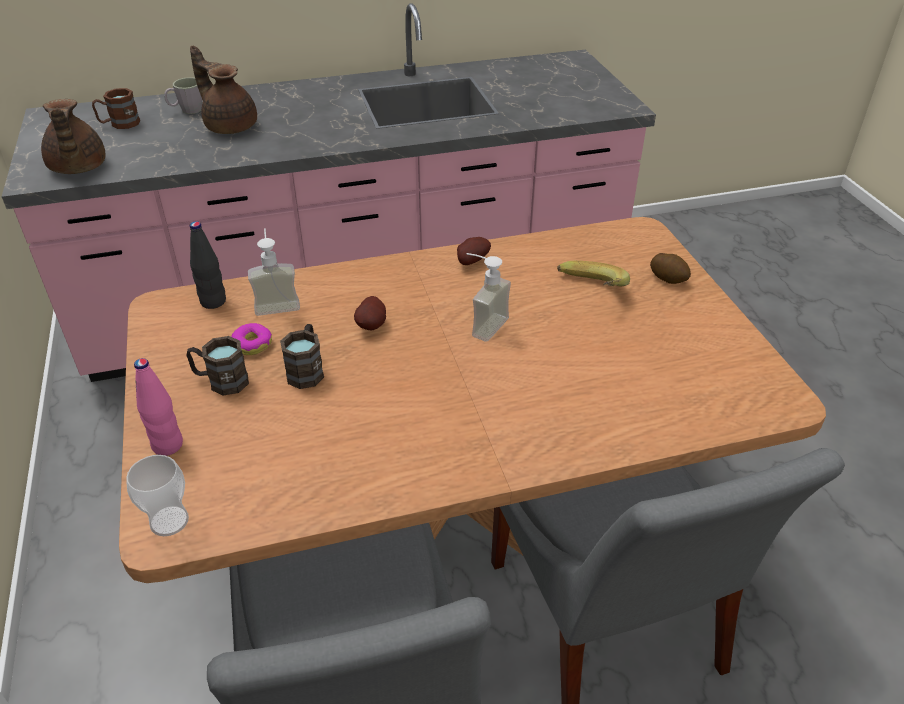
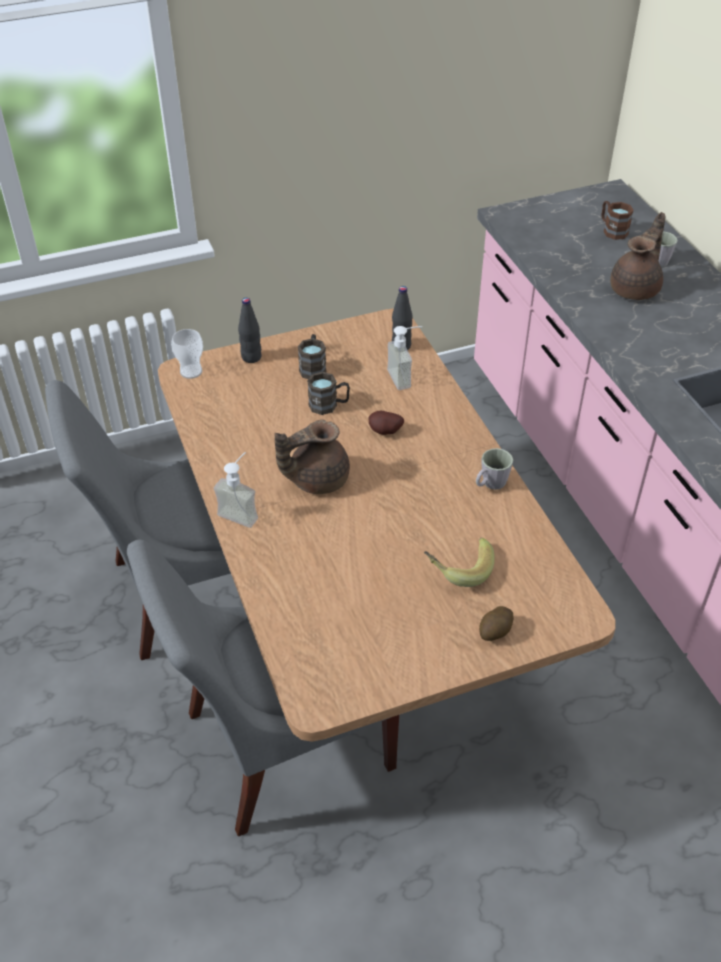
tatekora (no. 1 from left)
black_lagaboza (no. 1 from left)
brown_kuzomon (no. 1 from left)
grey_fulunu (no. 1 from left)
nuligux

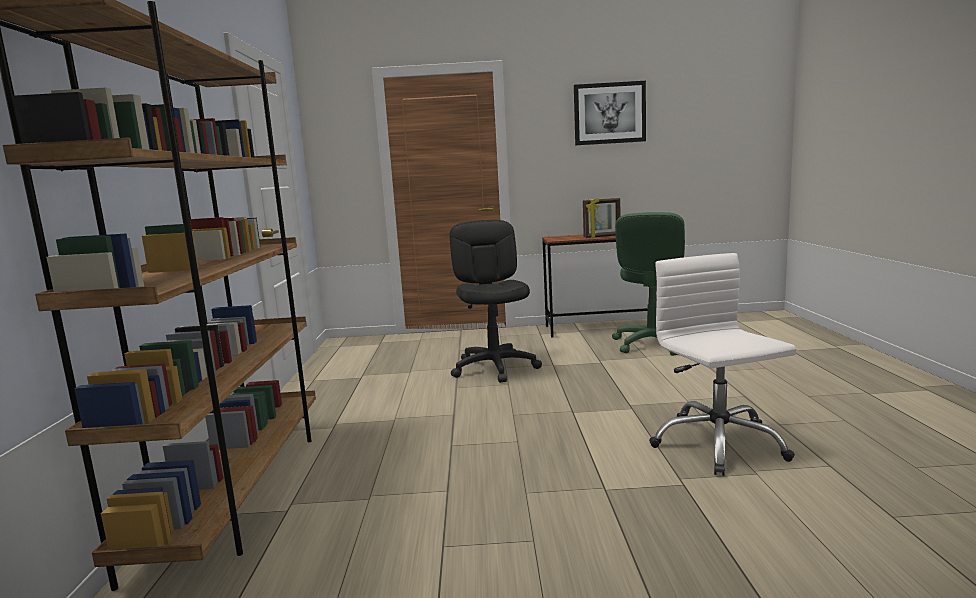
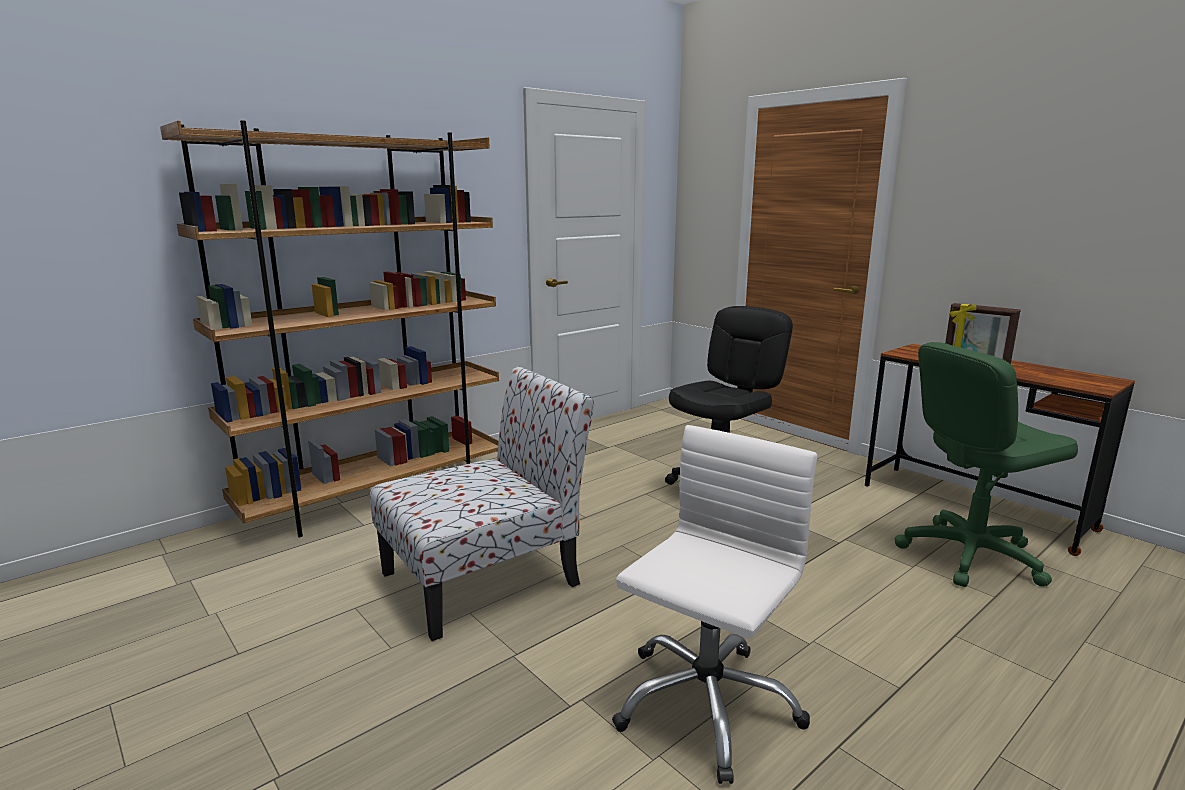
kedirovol
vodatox

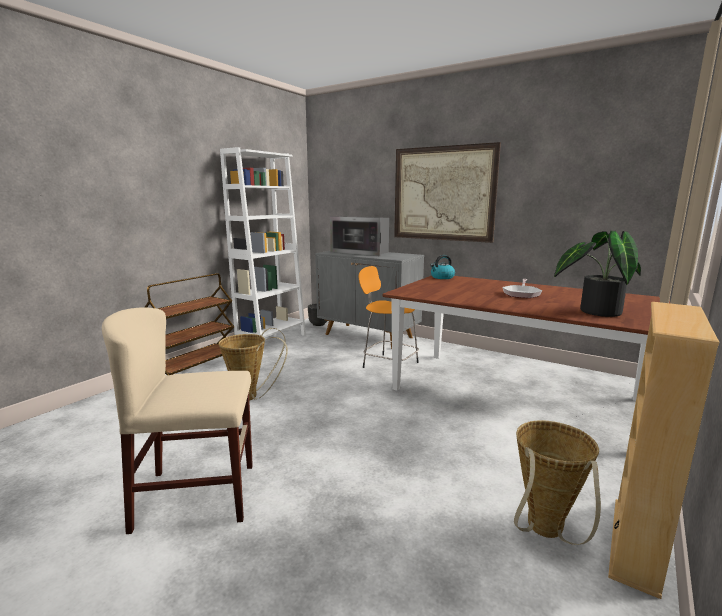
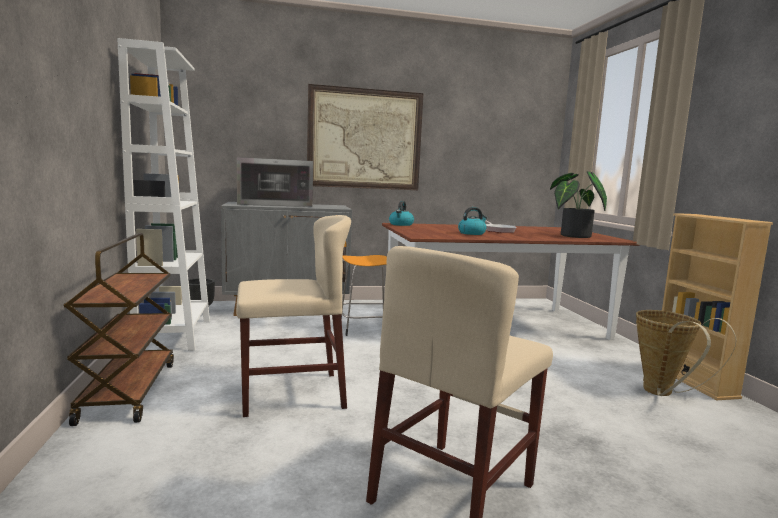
beige_kedirovol (no. 1 from left)
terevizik (no. 2 from left)

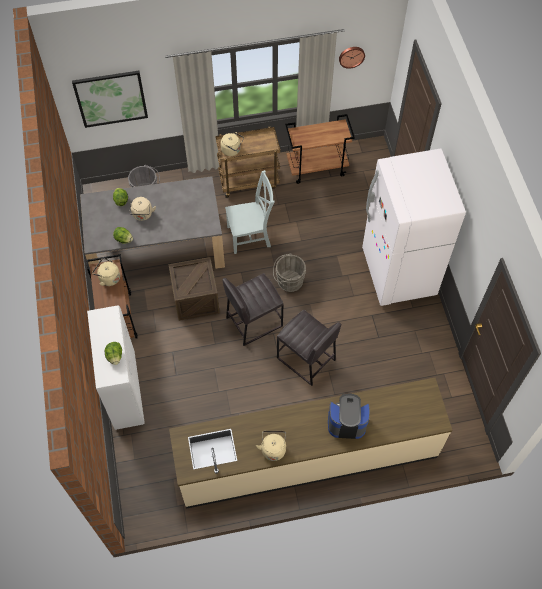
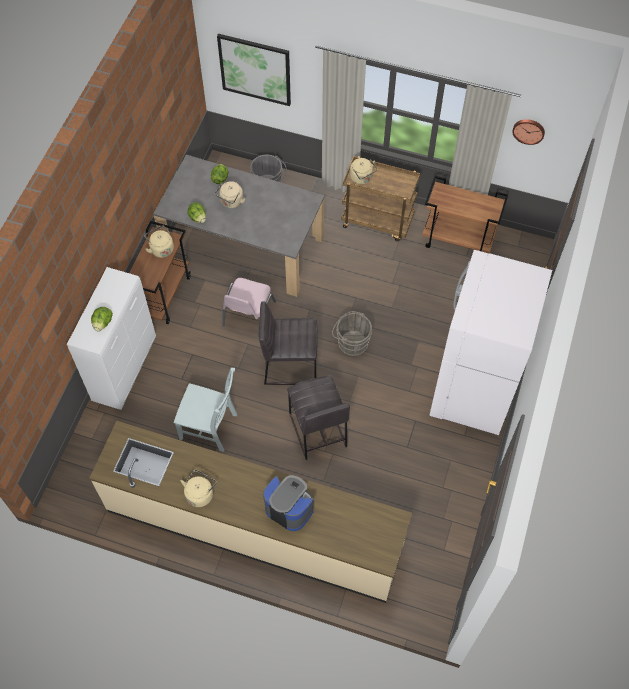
grey_kedirovol
pink_kedirovol

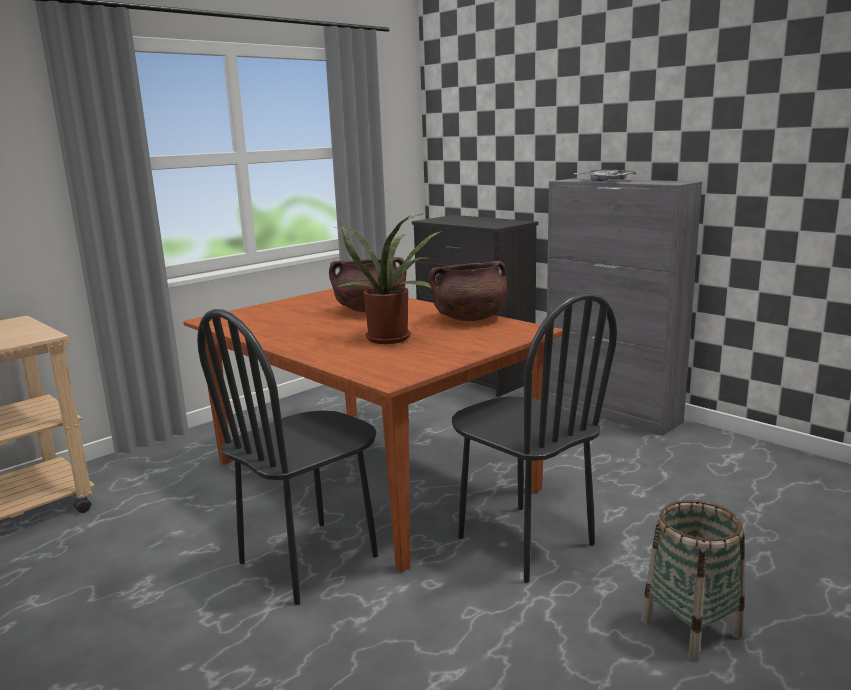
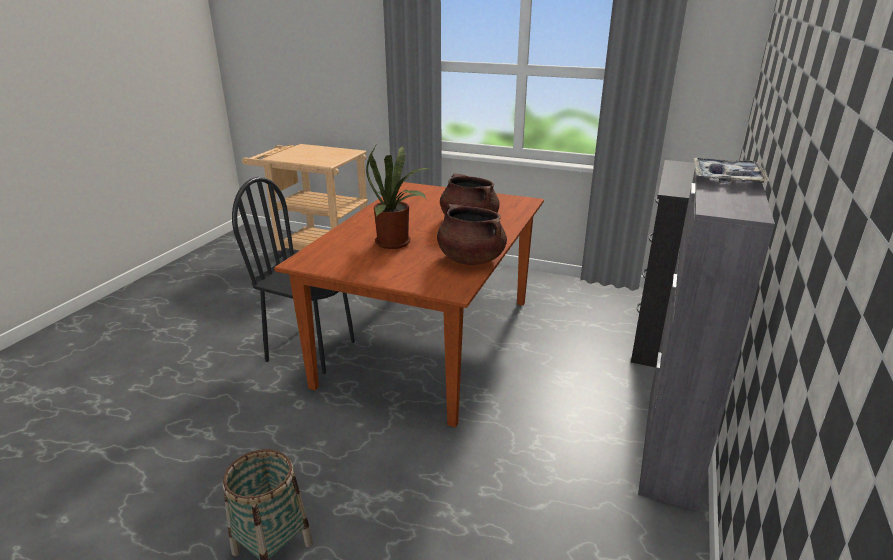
black_kedirovol (no. 2 from left in the first image)

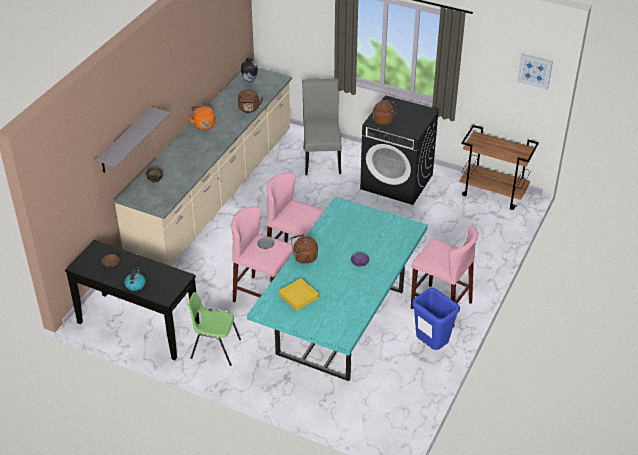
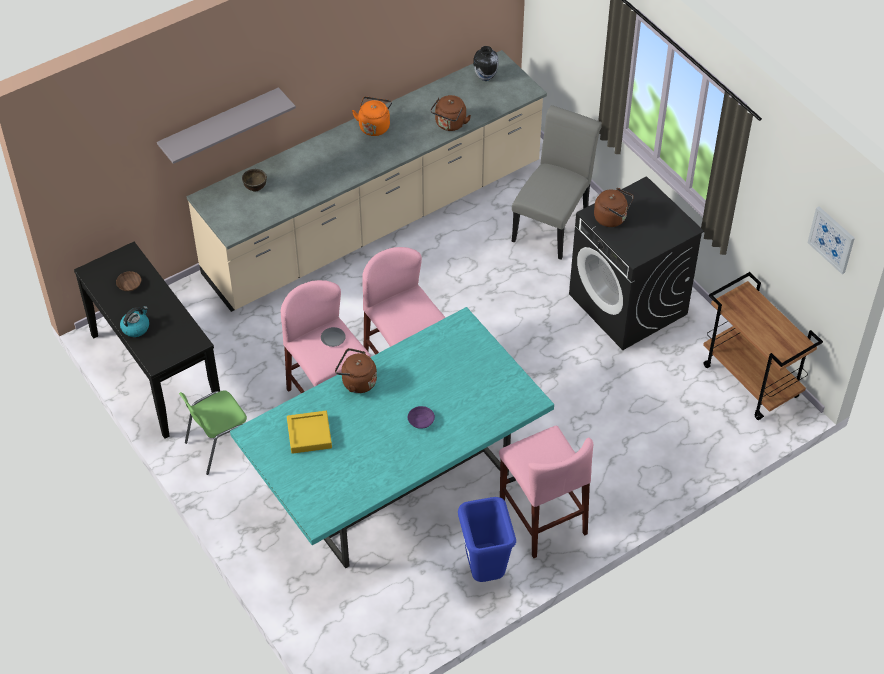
green_kedirovol

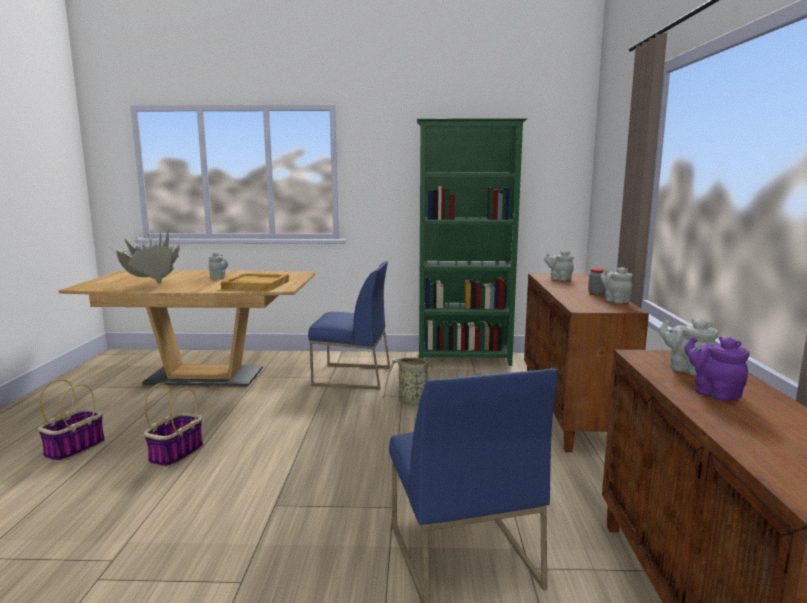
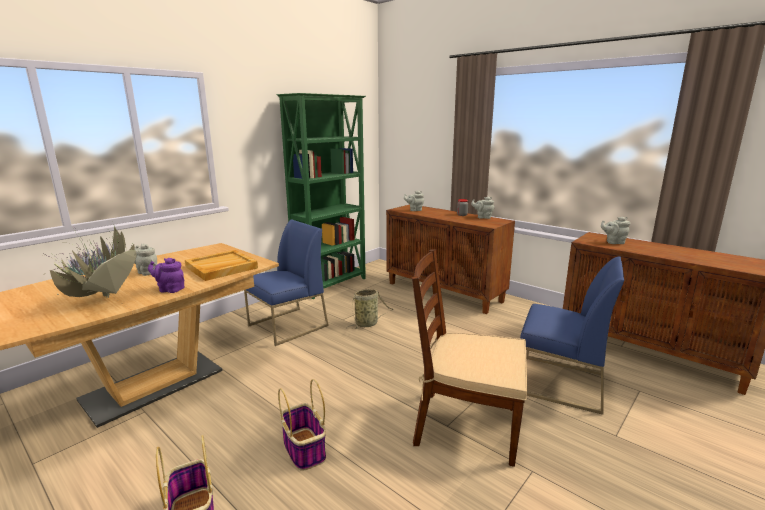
purple_kuzomon
brown_kedirovol

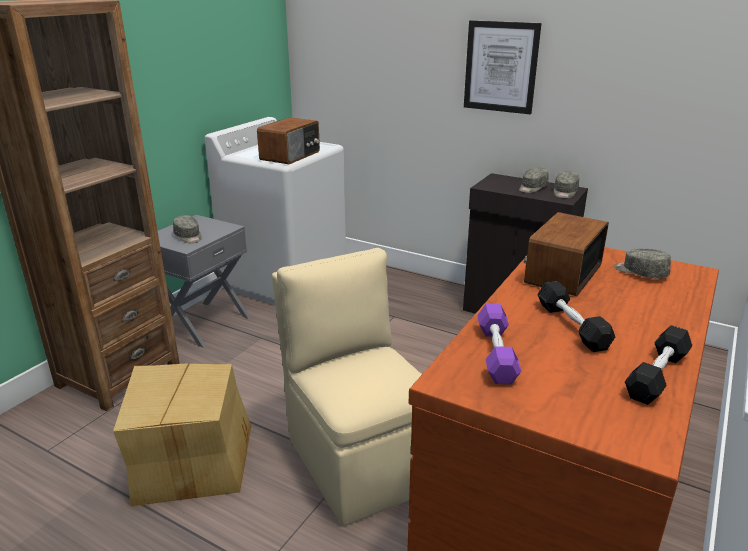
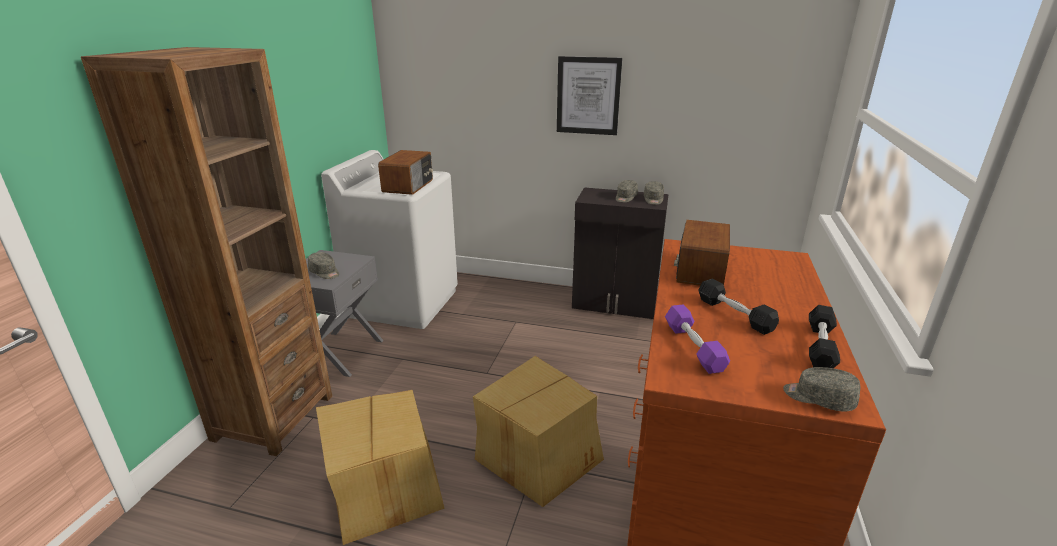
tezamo (no. 2 from left)
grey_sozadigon (no. 4 from left)

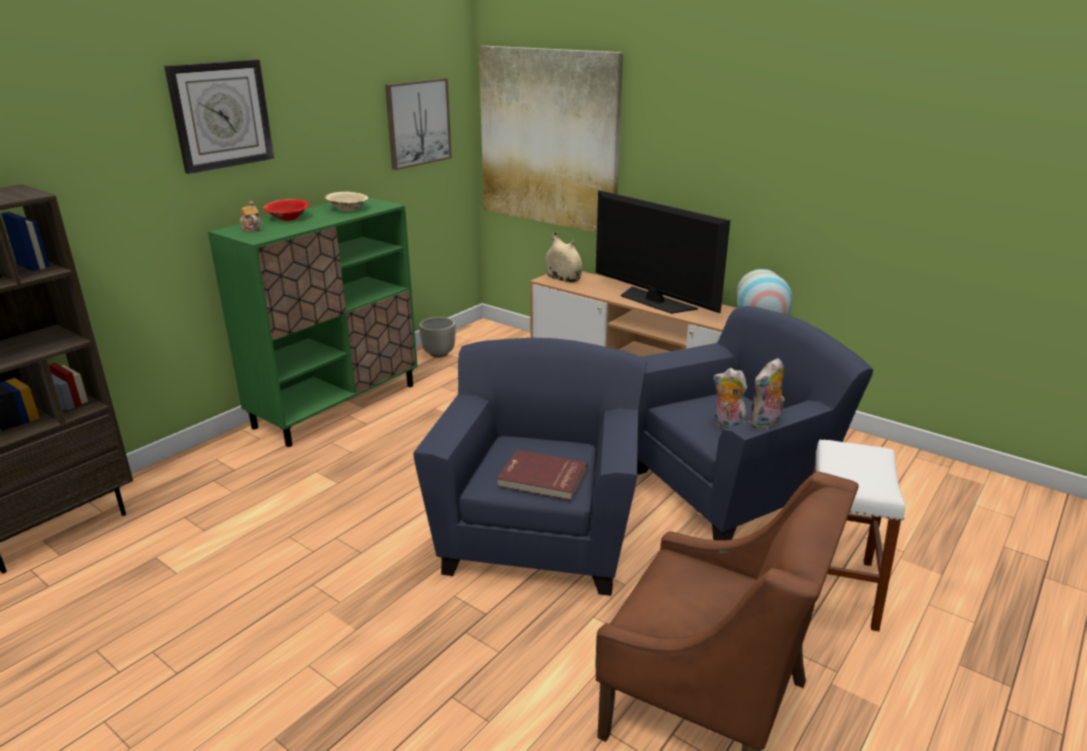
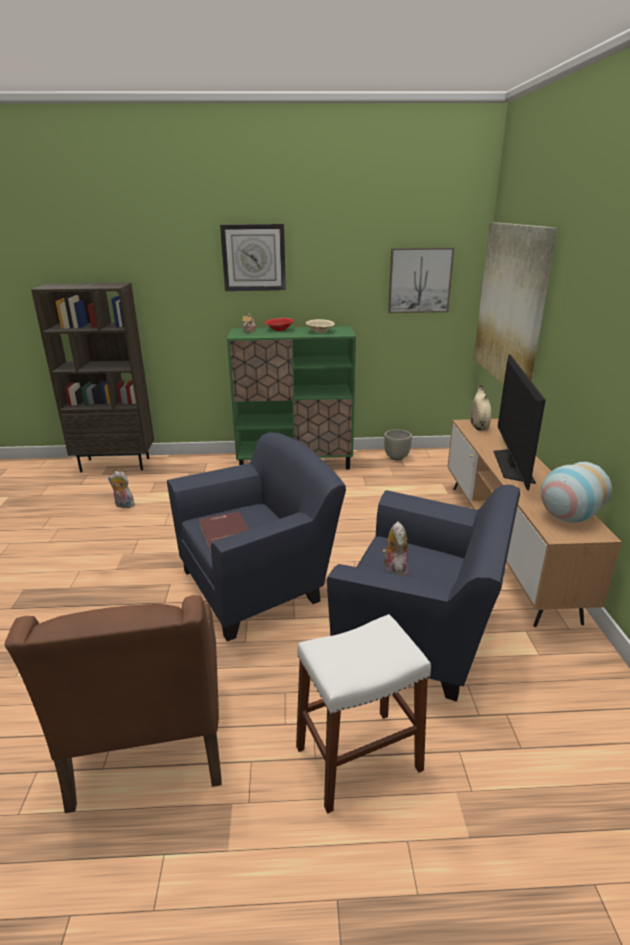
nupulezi (no. 1 from left)

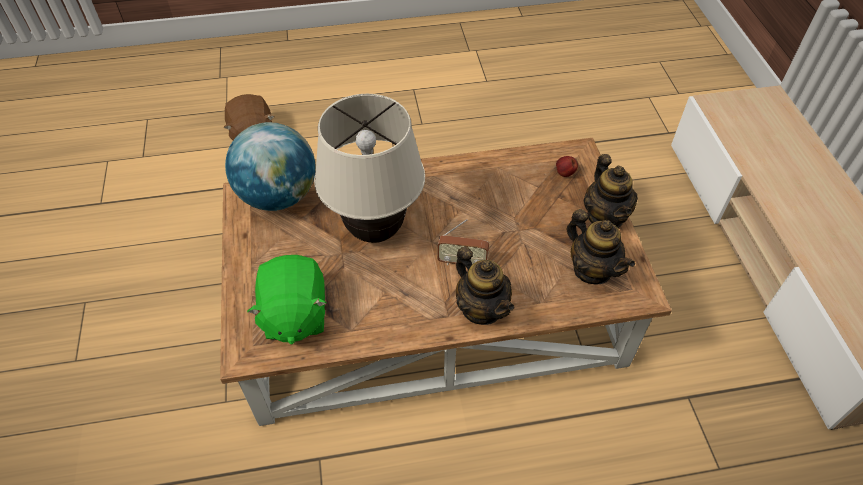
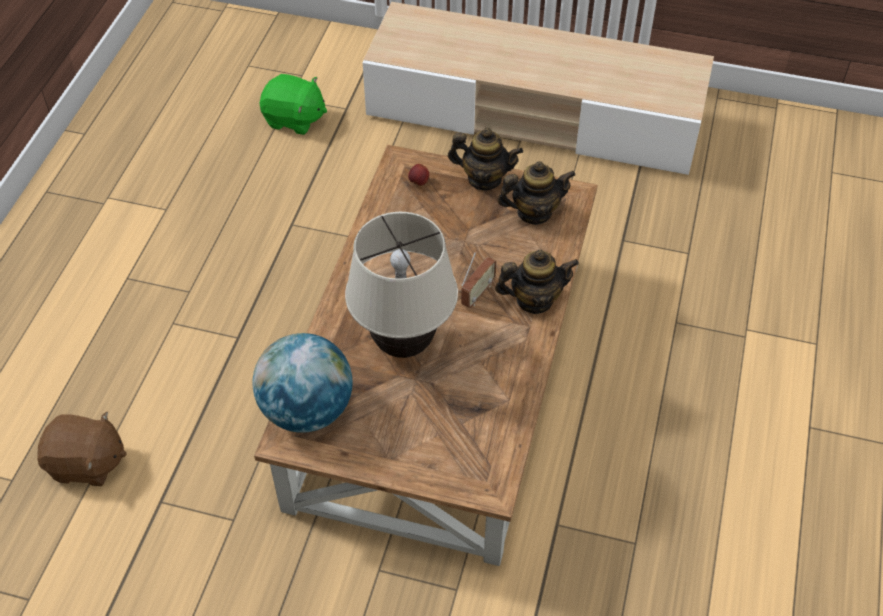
green_nupulezi

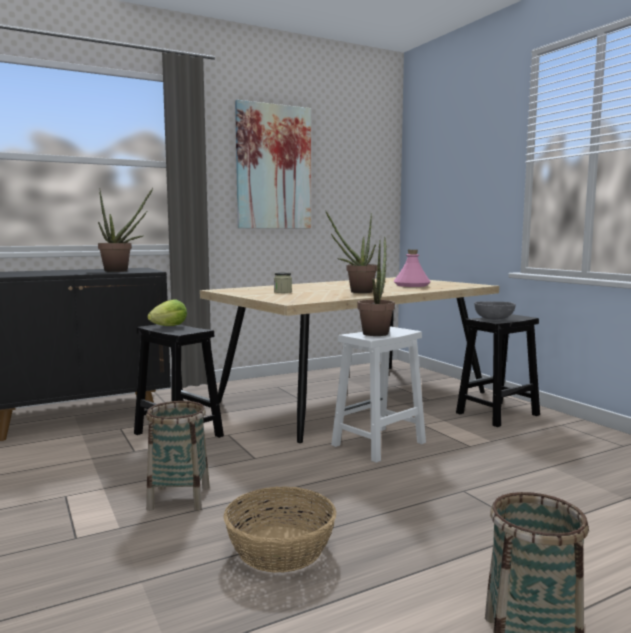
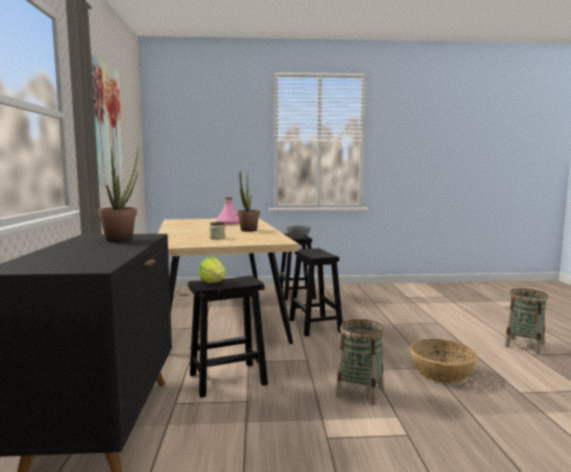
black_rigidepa (no. 3 from left)
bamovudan (no. 3 from left in the first image)

